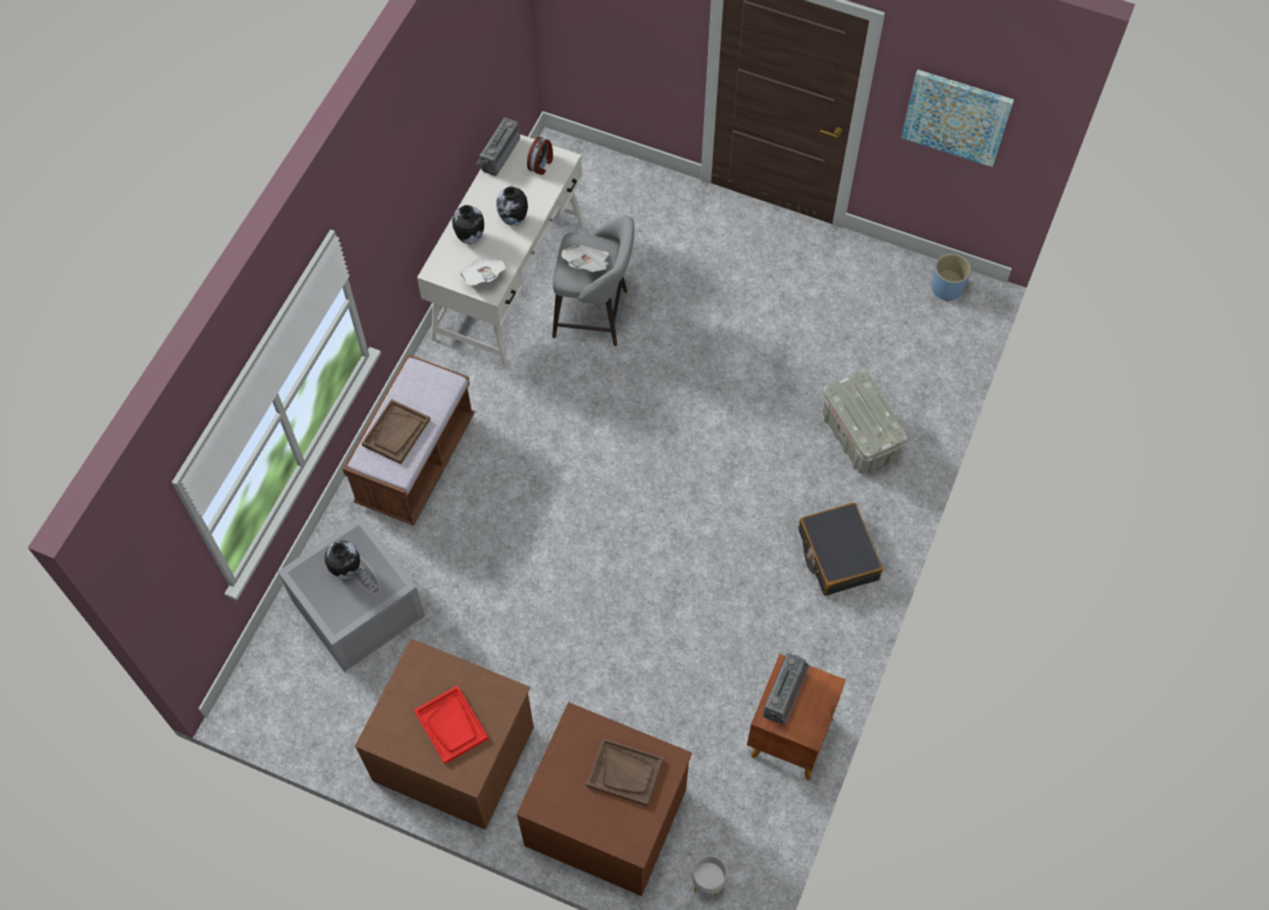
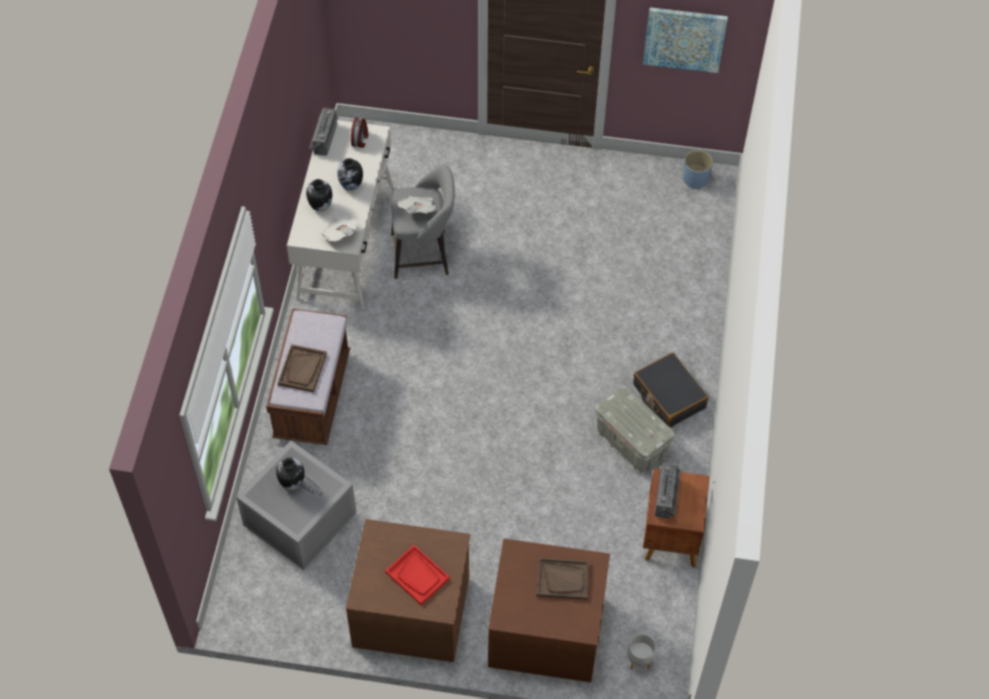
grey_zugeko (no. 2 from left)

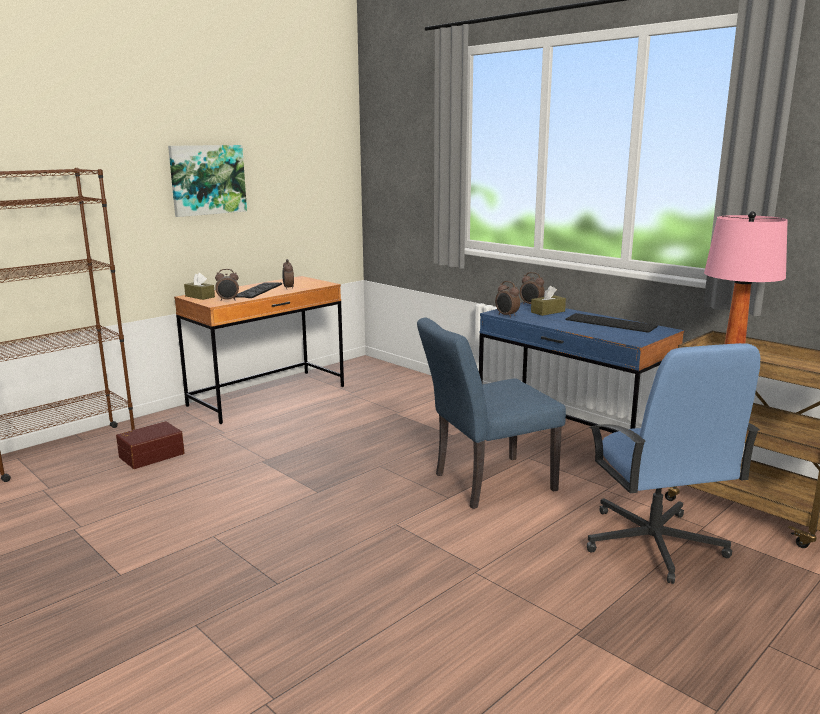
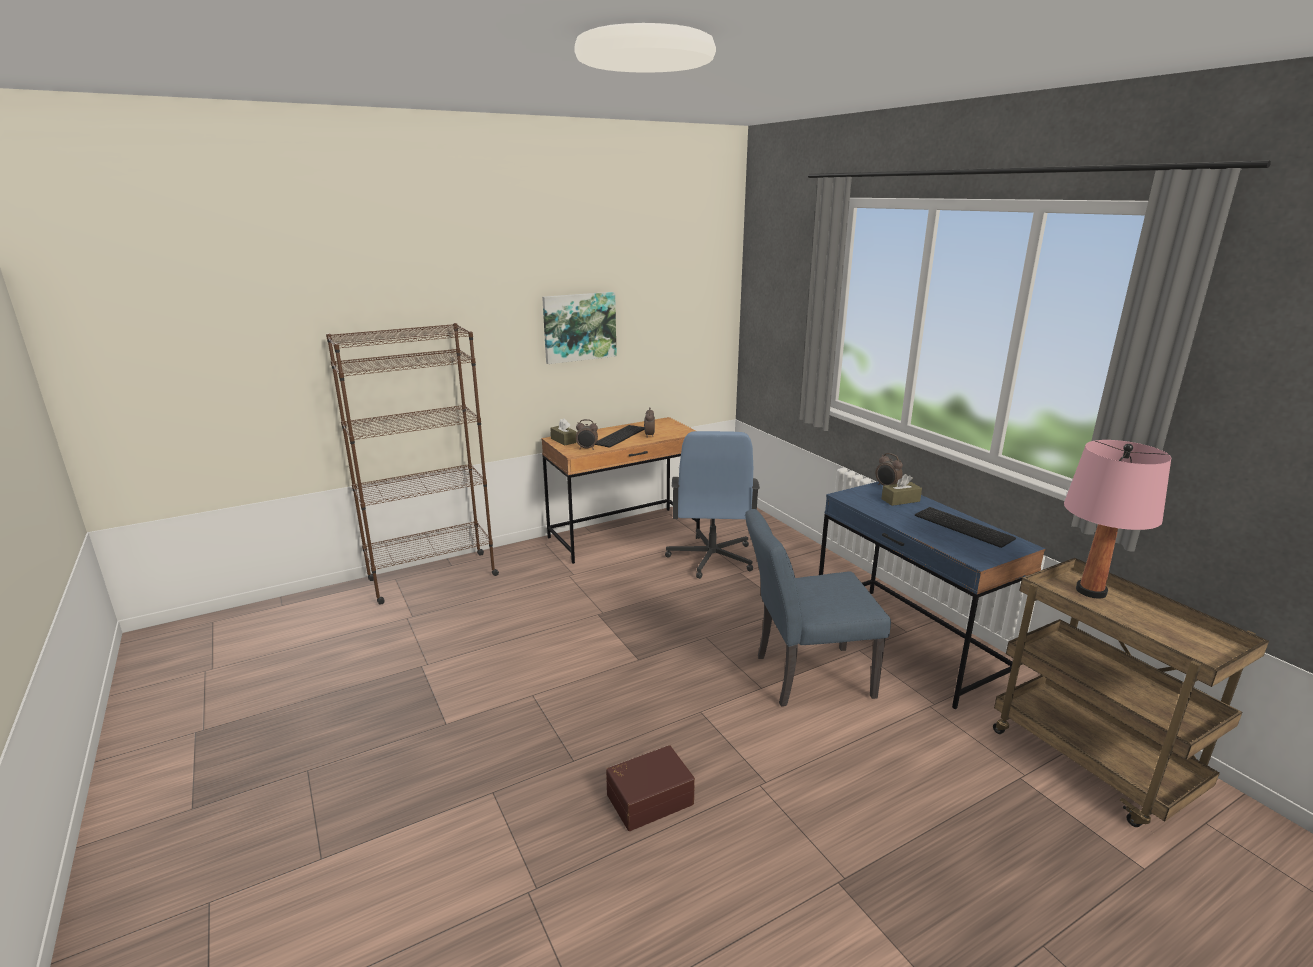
brown_zugeko
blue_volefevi
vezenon (no. 3 from left in the first image)

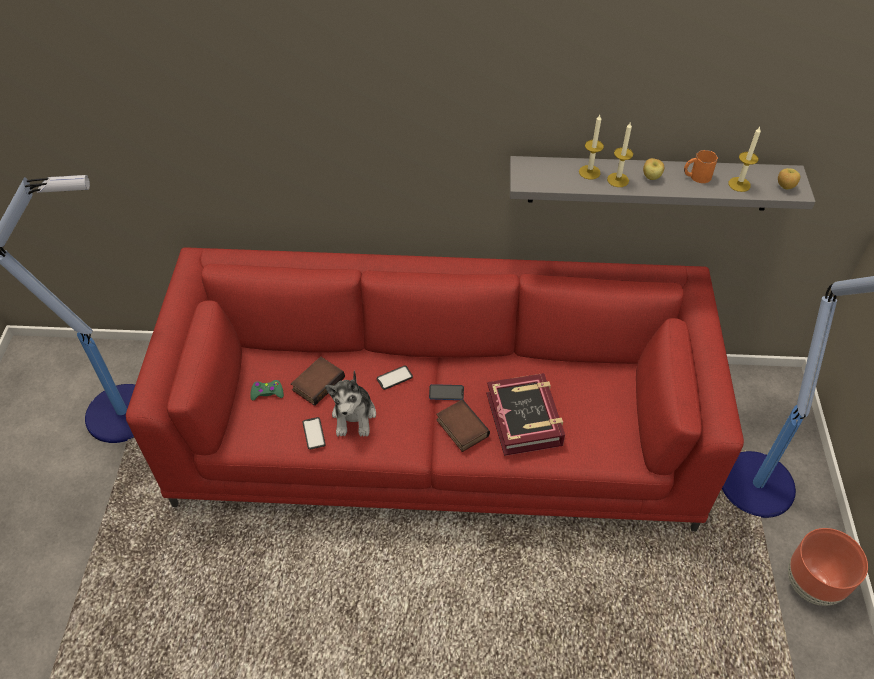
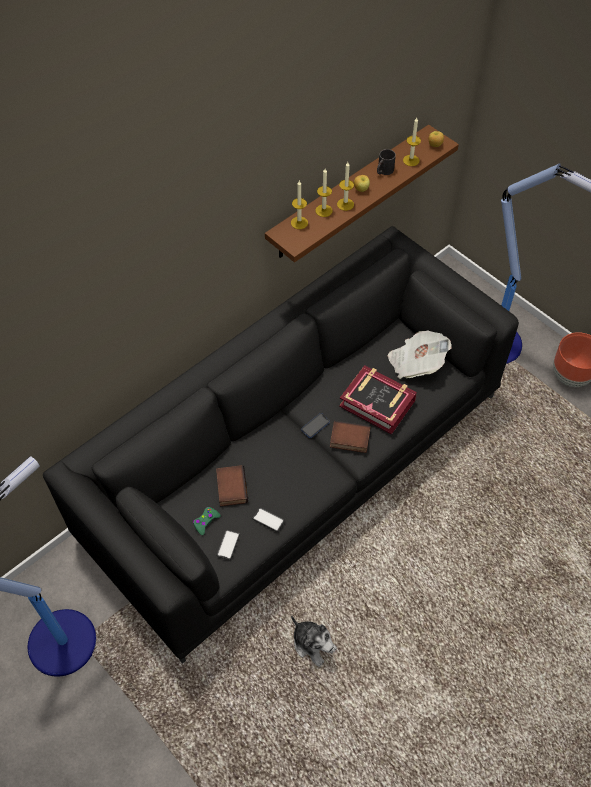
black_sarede
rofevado (no. 1 from left)
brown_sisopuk
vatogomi (no. 1 from left)
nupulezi
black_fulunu
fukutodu

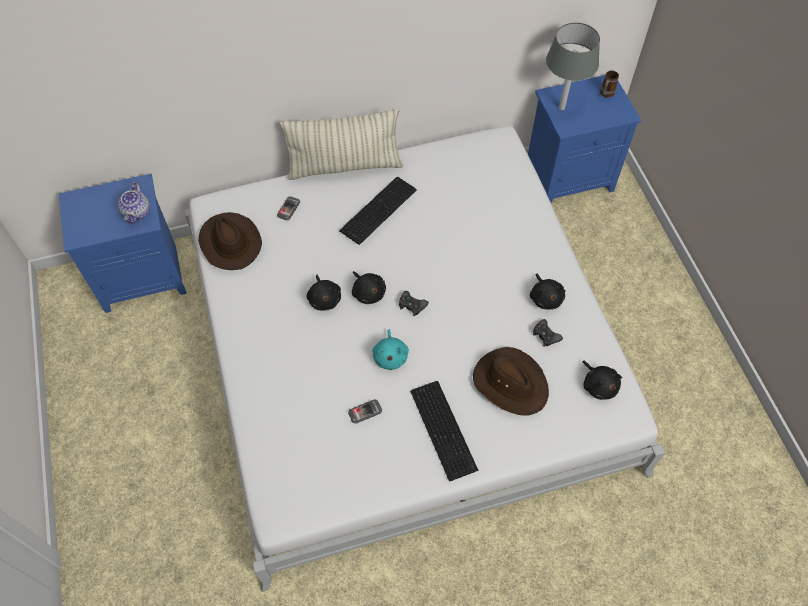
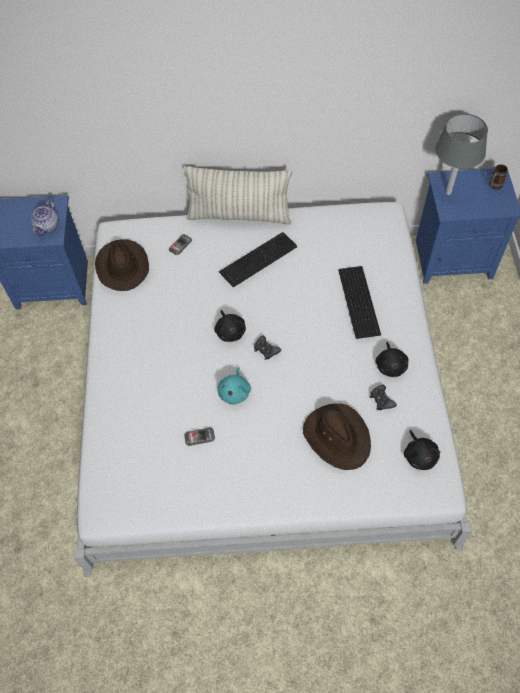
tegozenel (no. 2 from left)
black_nupulezi (no. 1 from left in the first image)

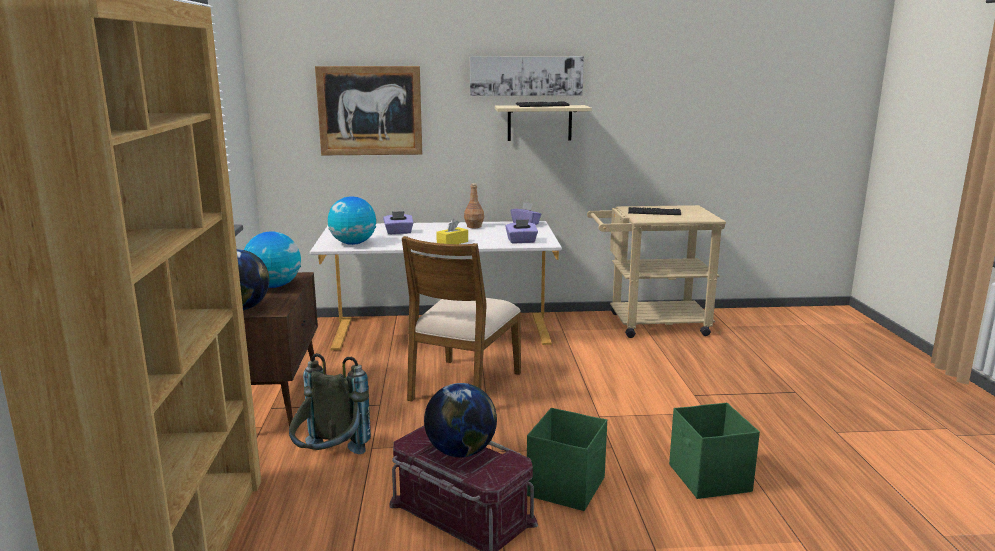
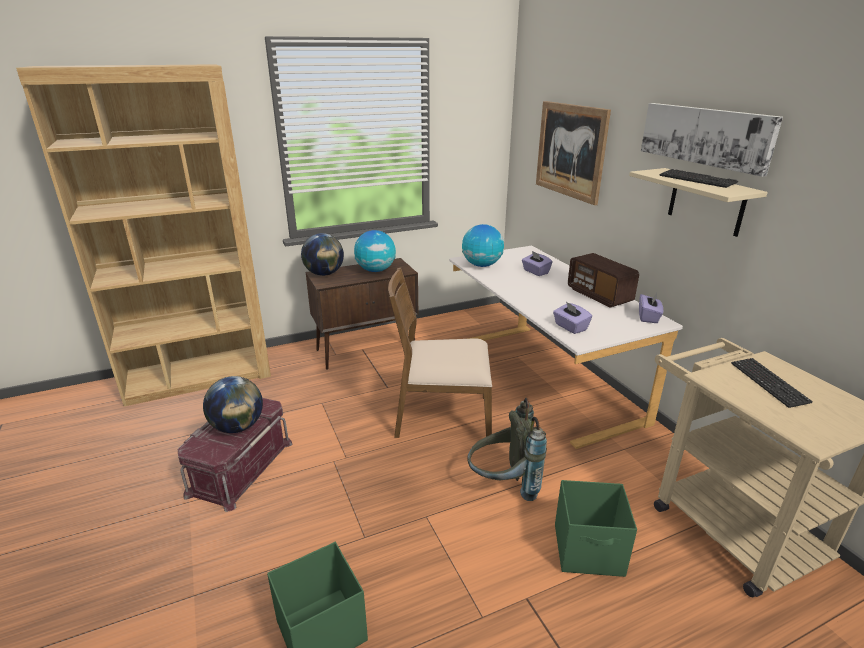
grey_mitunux
green_zugeko (no. 2 from left)
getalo
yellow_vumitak

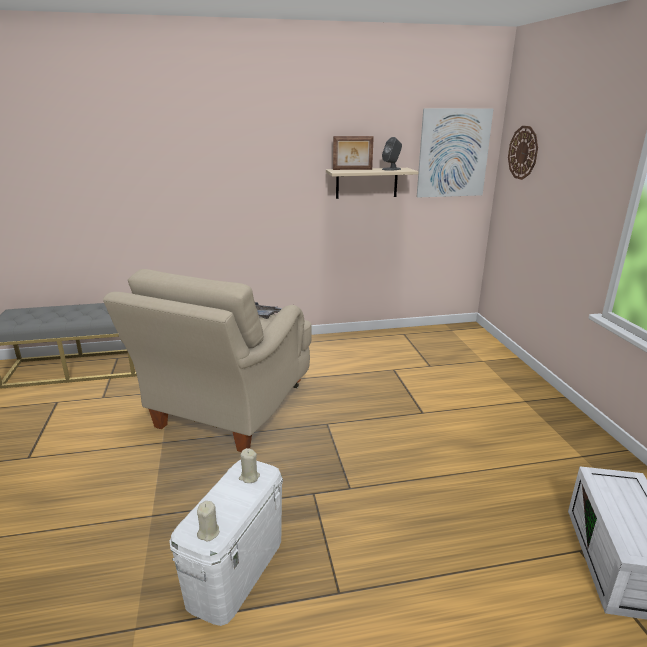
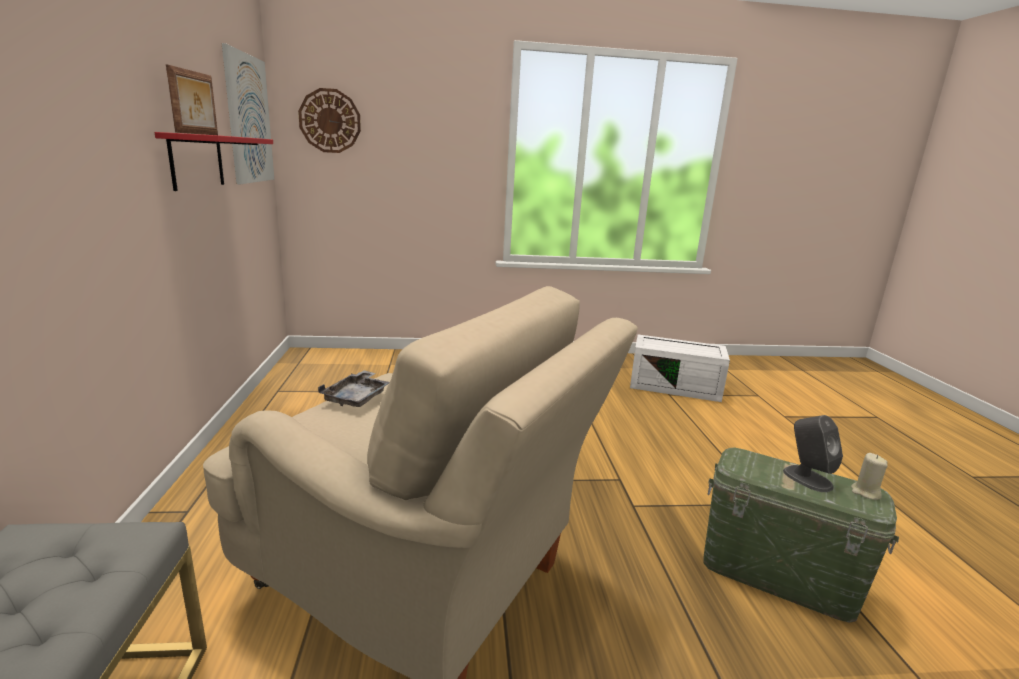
red_sisopuk
green_zugeko
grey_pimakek
beige_vatogomi (no. 2 from left in the first image)

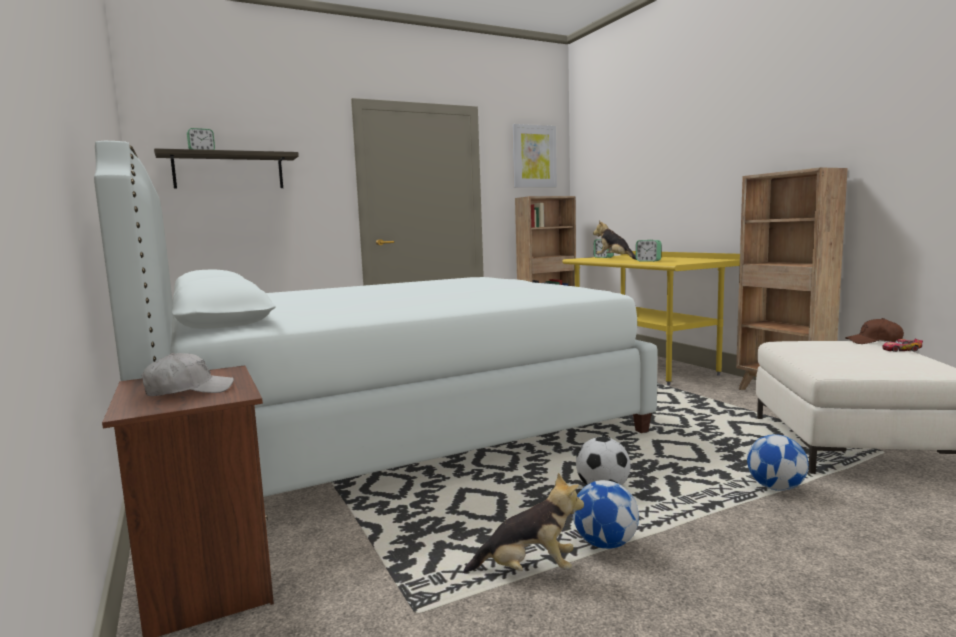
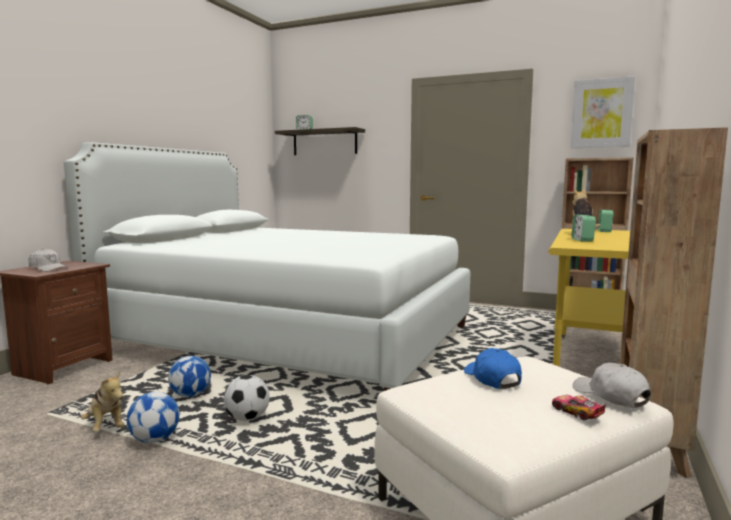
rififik (no. 2 from left)
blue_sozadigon
white_sozadigon (no. 2 from left)

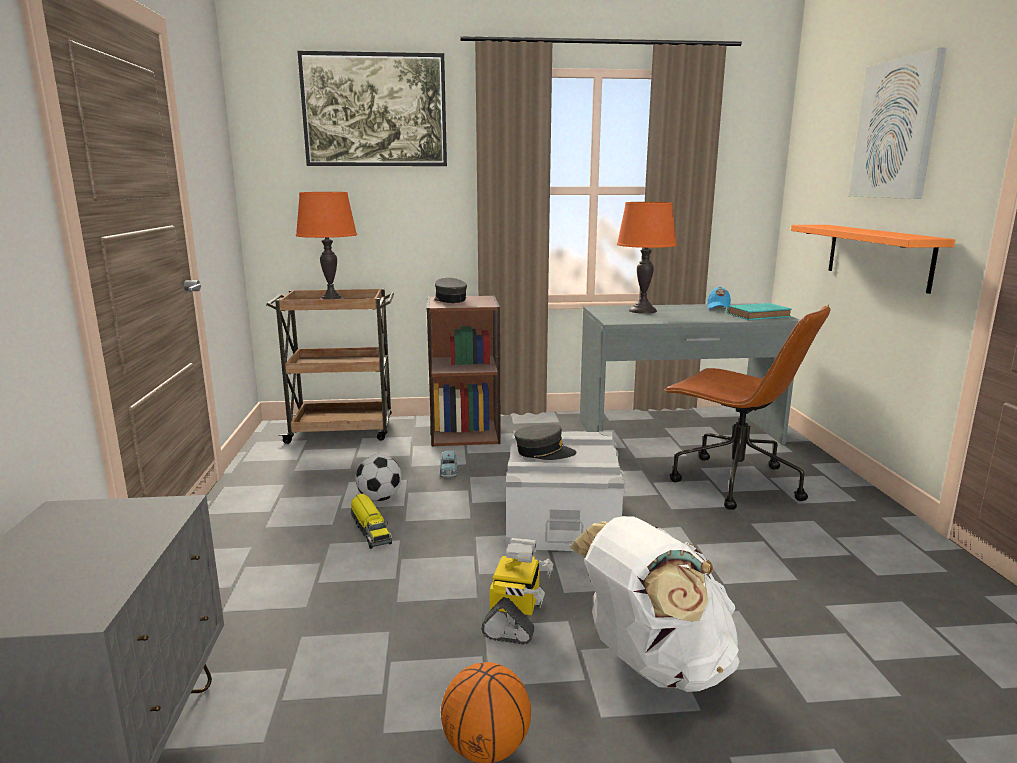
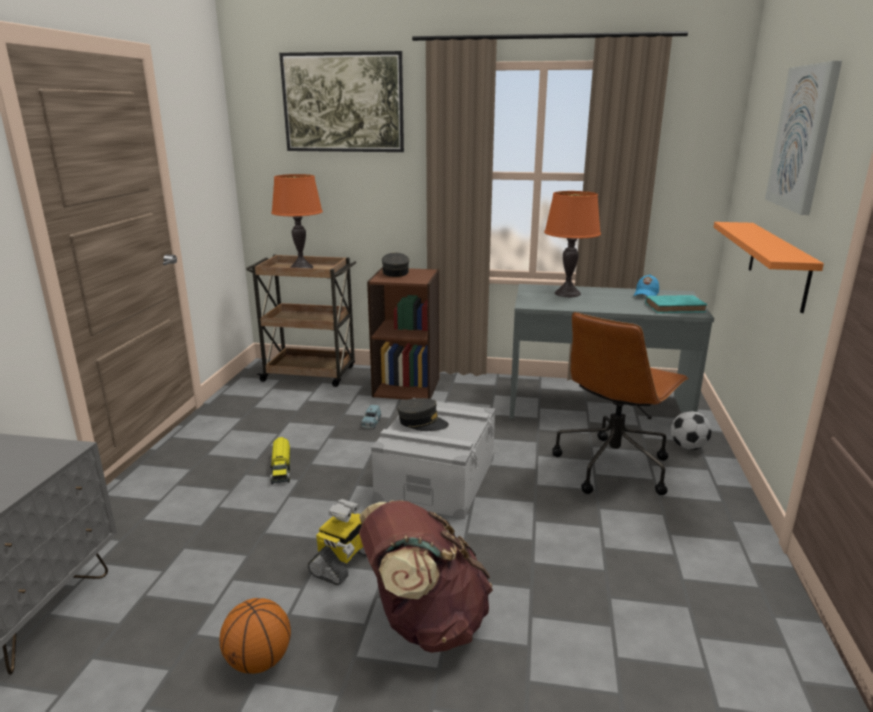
brown_mitunux
brown_volefevi
rififik

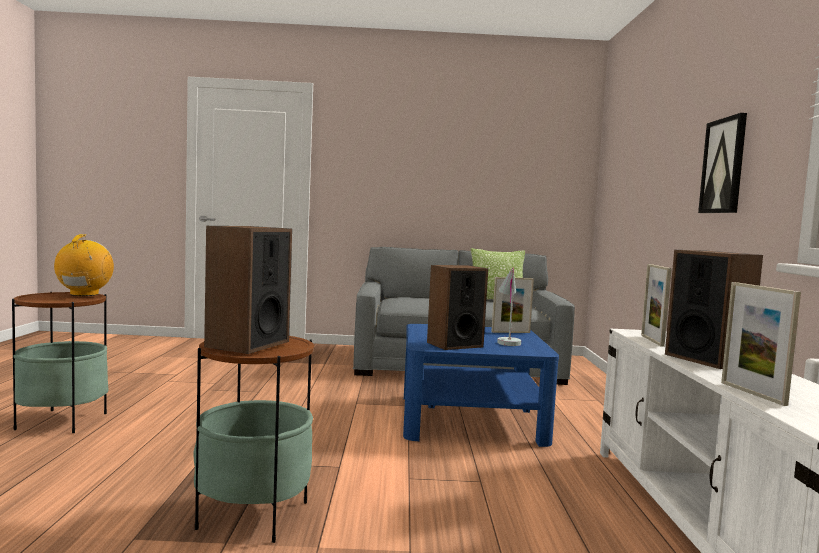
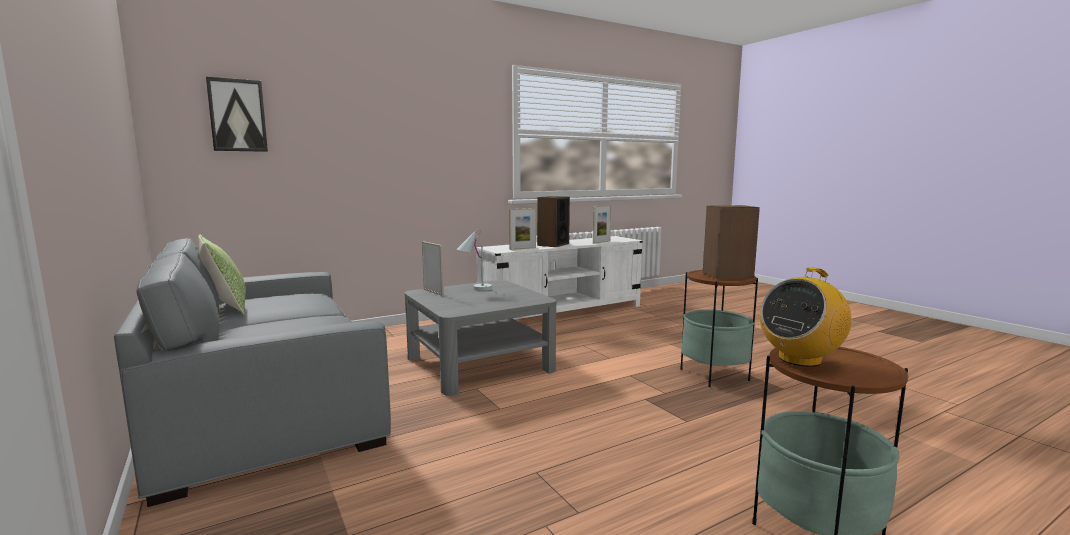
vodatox
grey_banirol
pimakek (no. 2 from left in the first image)

